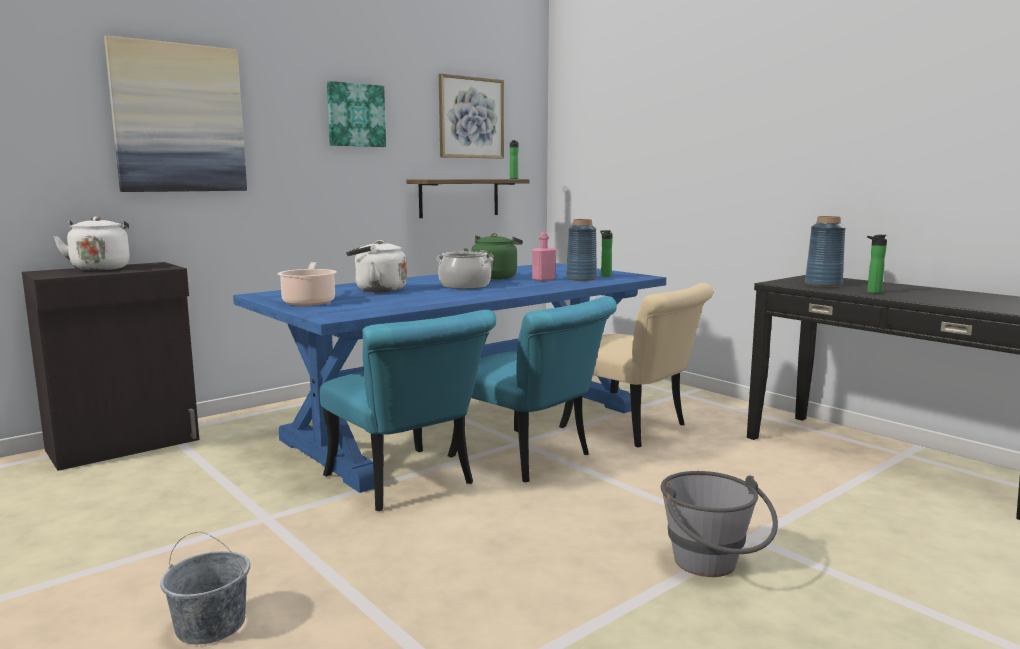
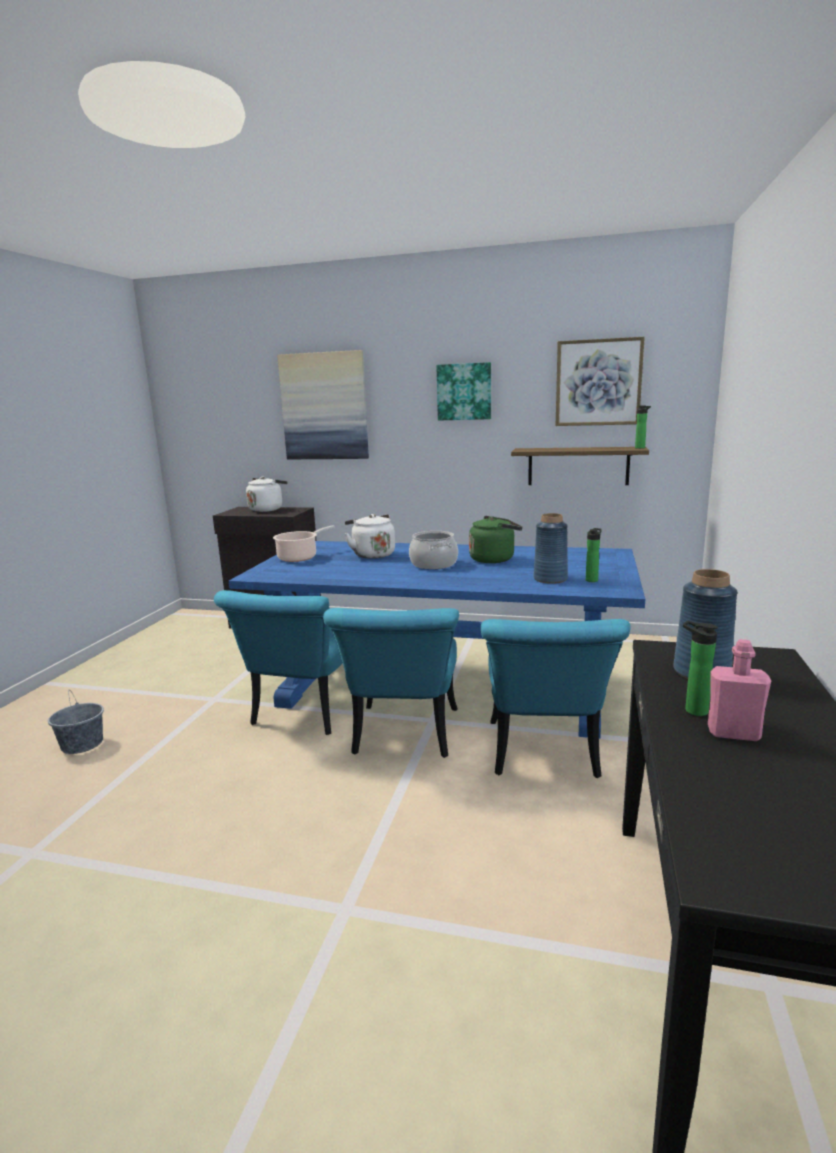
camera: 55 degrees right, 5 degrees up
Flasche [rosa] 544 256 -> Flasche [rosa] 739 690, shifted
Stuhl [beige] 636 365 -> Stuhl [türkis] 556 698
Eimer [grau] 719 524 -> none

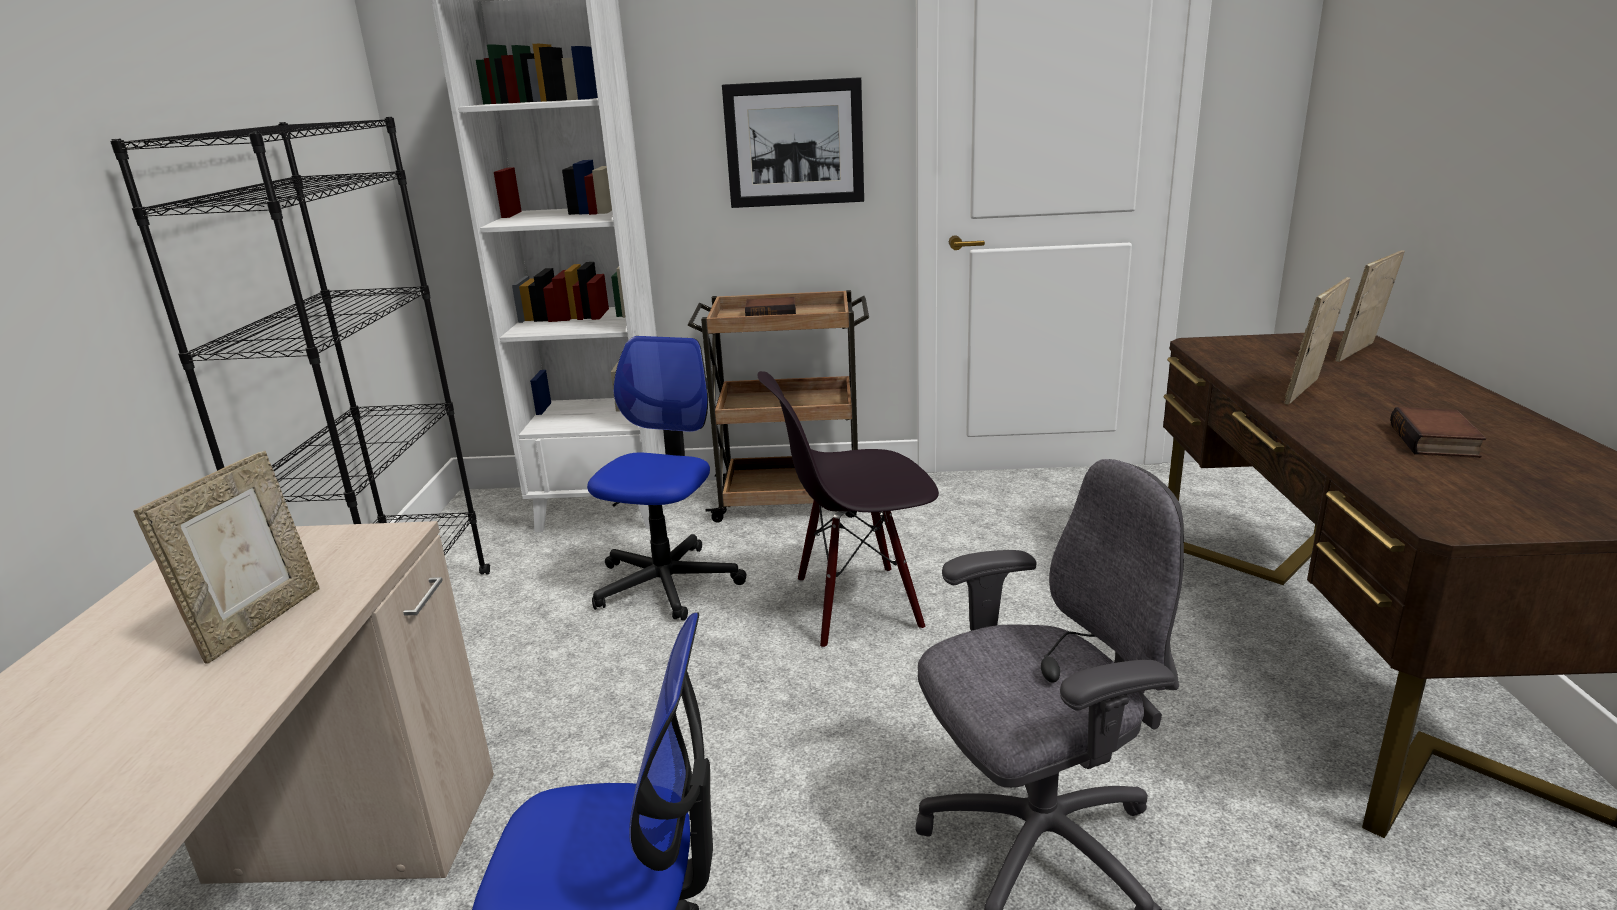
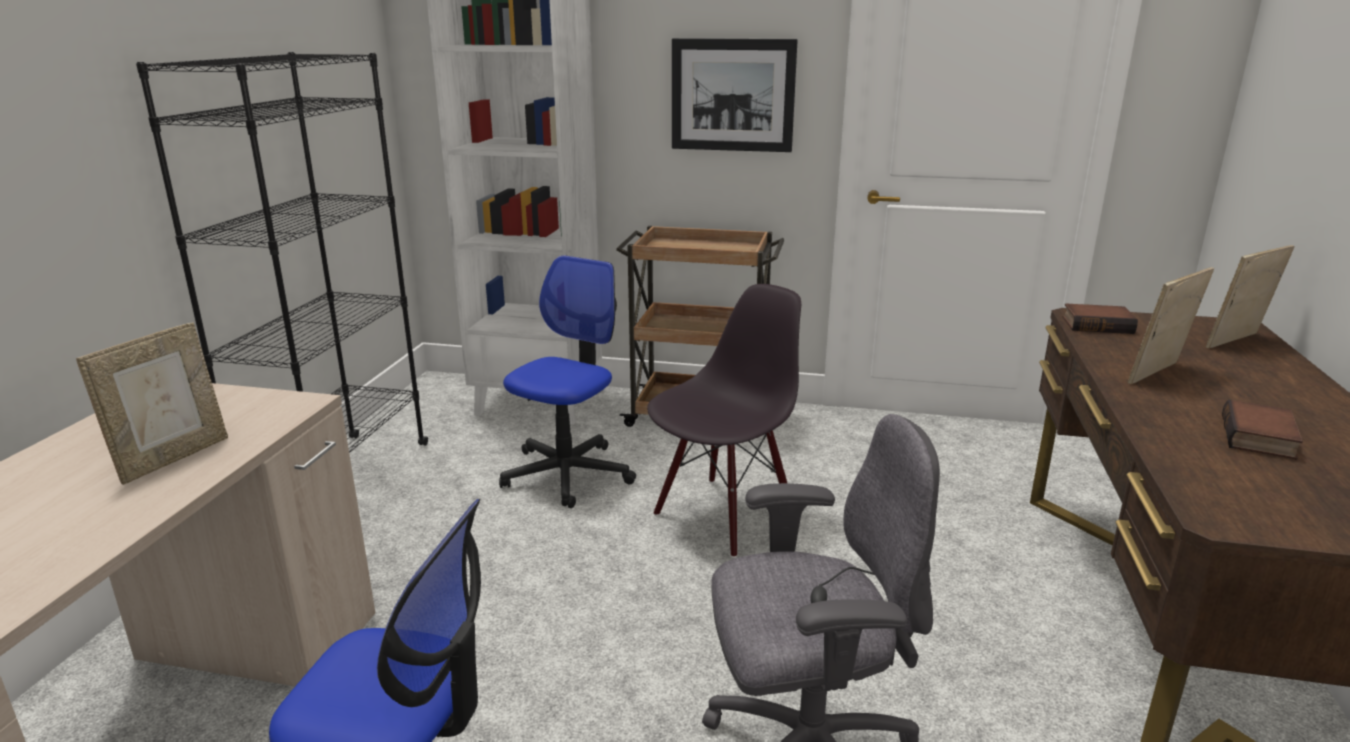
camera: 10 degrees right, 0 degrees up
Buch 770 306 -> Buch 1100 319, shifted
Stuhl [schwarz] 848 510 -> Stuhl [schwarz] 724 421, 135 degrees clockwise

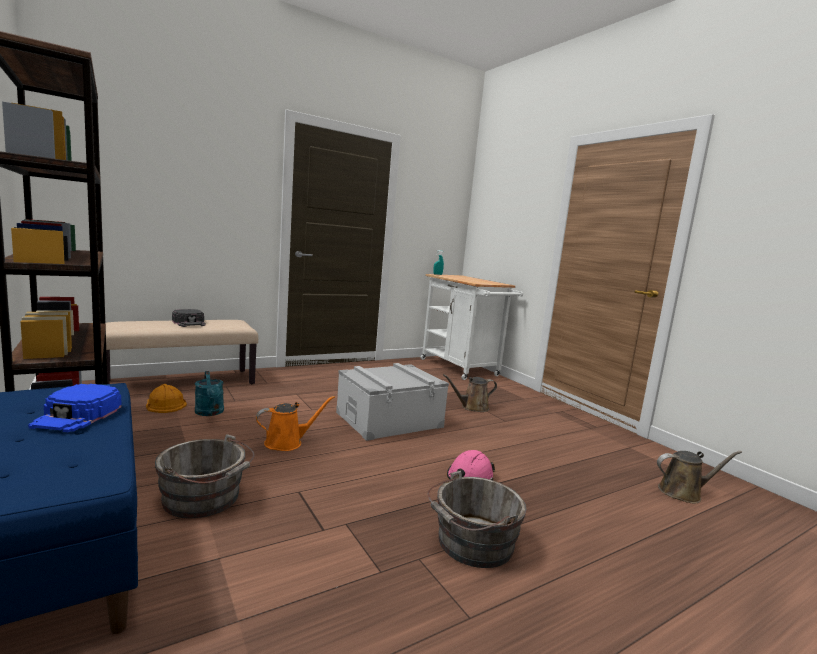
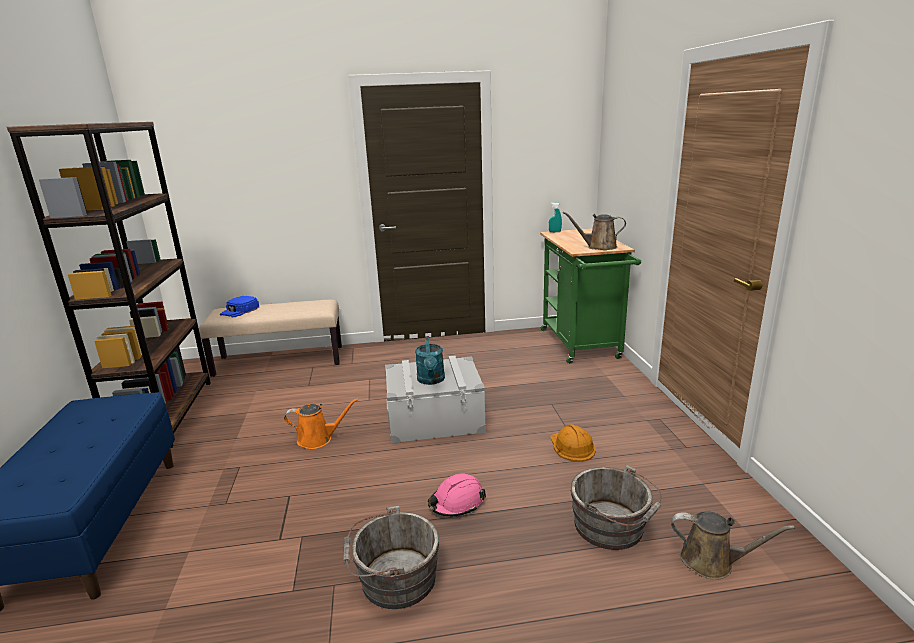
camera: 25 degrees right, 10 degrees up
Rollwagen [weiß] 471 327 -> Rollwagen [grün] 590 296
Kappe [schwarz] 189 318 -> none
Gießkanne [türkis] 209 393 -> Gießkanne [türkis] 430 360, shifted
Gießkanne [braun] 470 393 -> Gießkanne [braun] 594 231, shifted
Kappe [blau] 75 408 -> Kappe [blau] 239 306, shifted
Schutzhelm [orange] 166 398 -> Schutzhelm [orange] 573 443, shifted
Eimer [grau] 205 476 -> Eimer [grau] 615 507, shifted

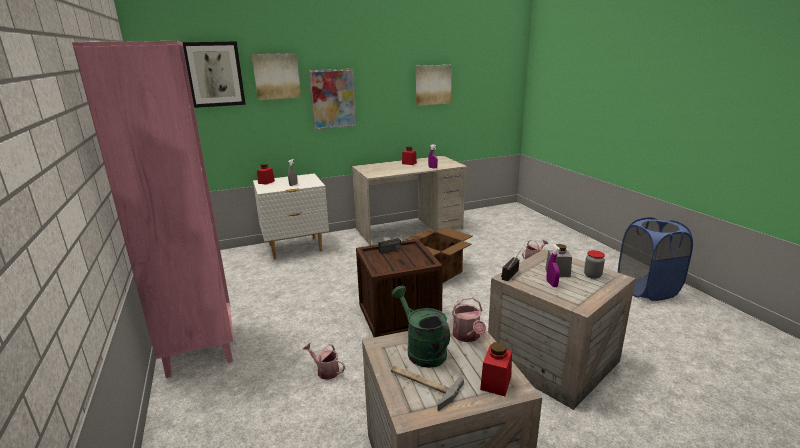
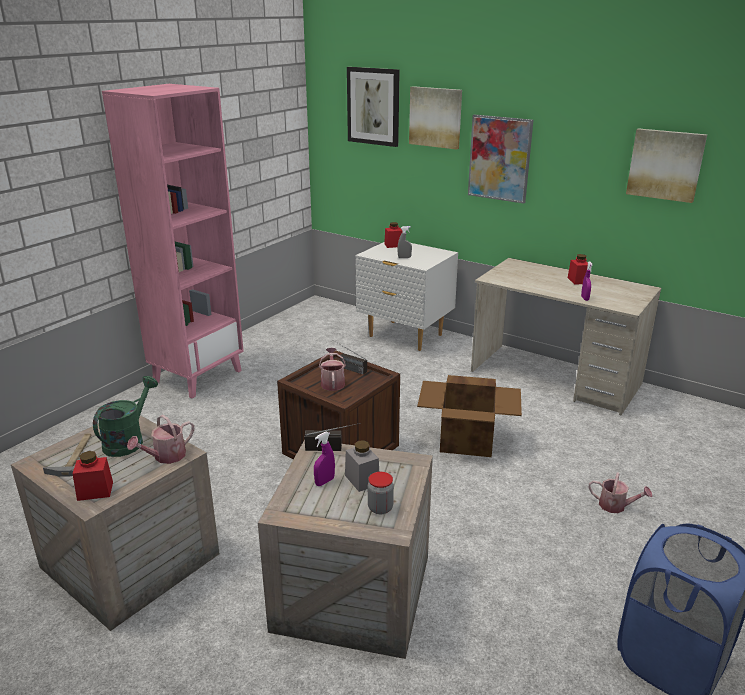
camera: 55 degrees right, 5 degrees up
Gießkanne 324 361 -> Gießkanne 332 369, shifted

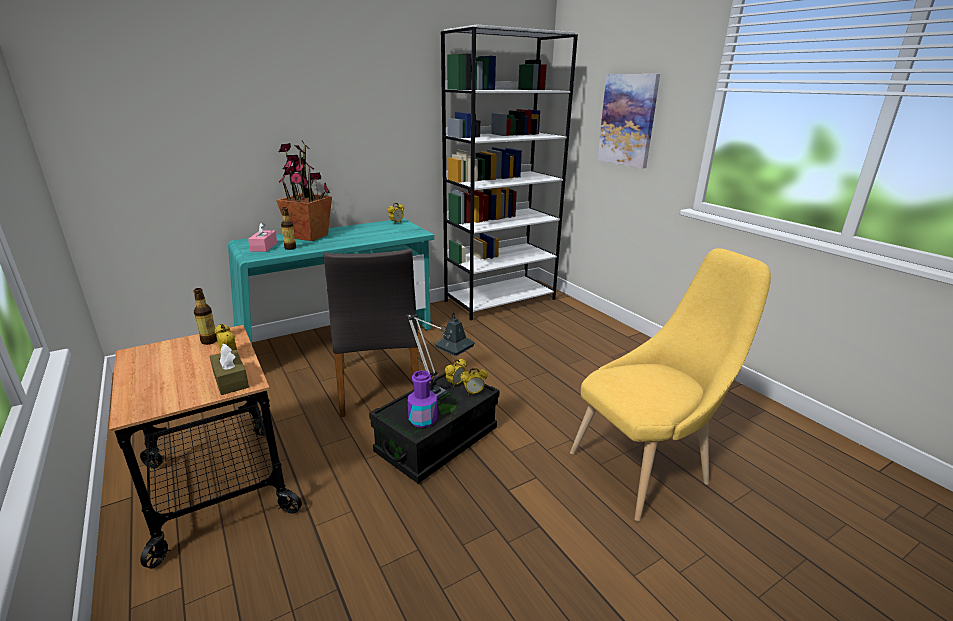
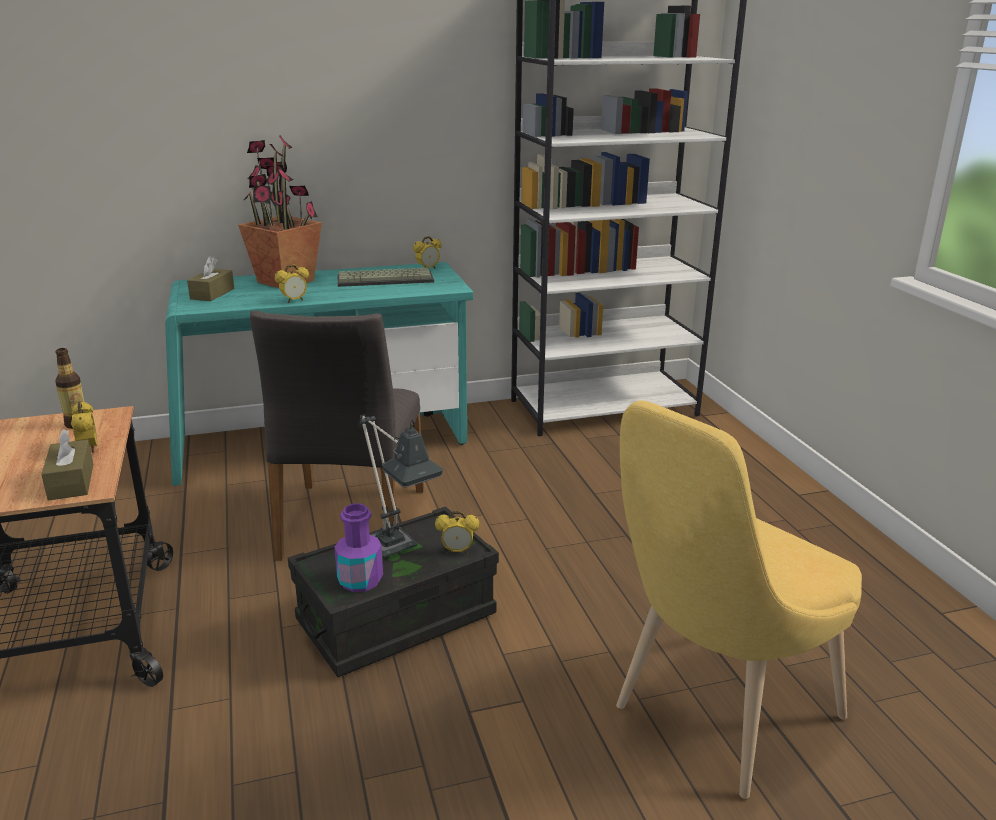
camera: 15 degrees right, 0 degrees up
Bild 628 121 -> none
Flasche 288 228 -> none
Taschentuchbox [rosa] 262 237 -> Taschentuchbox [braun] 210 278
Stuhl [gelb] 670 384 -> Stuhl [gelb] 739 600, 150 degrees clockwise
Wecker 456 373 -> Wecker 292 283, shifted
none -> Tastatur 385 277

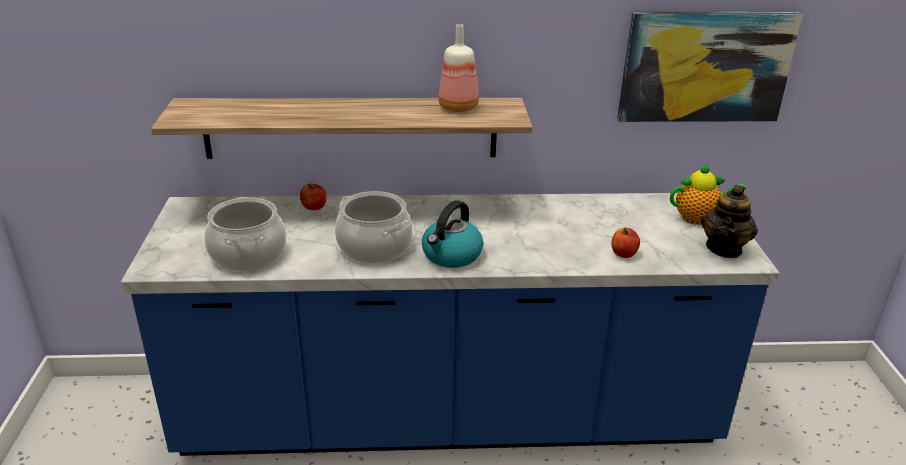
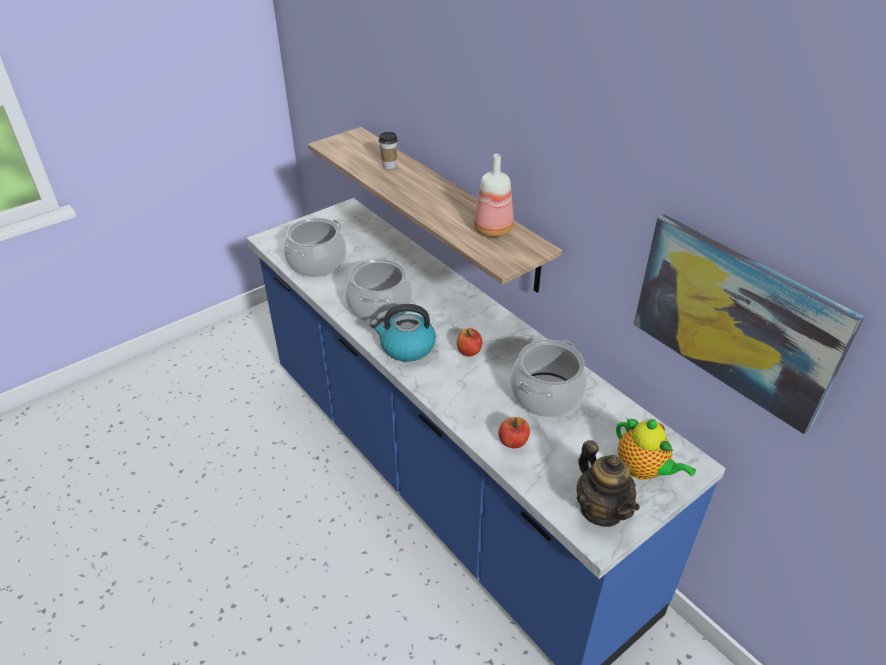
camera: 55 degrees right, 10 degrees up
Apfel 313 196 -> Apfel 470 342, shifted
Teekanne 729 221 -> Teekanne 608 483, 105 degrees counterclockwise
none -> Tasse 388 150
none -> Kochtopf 549 378

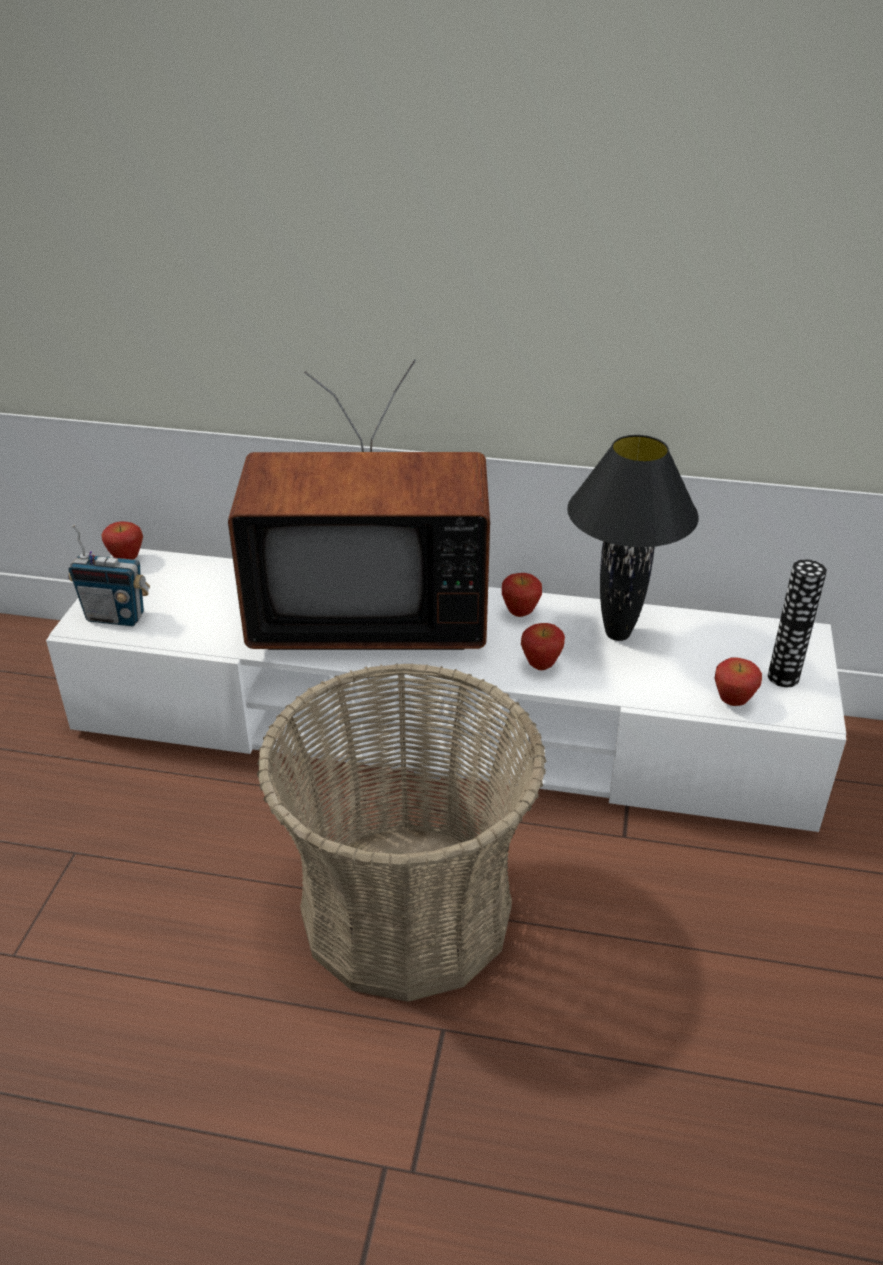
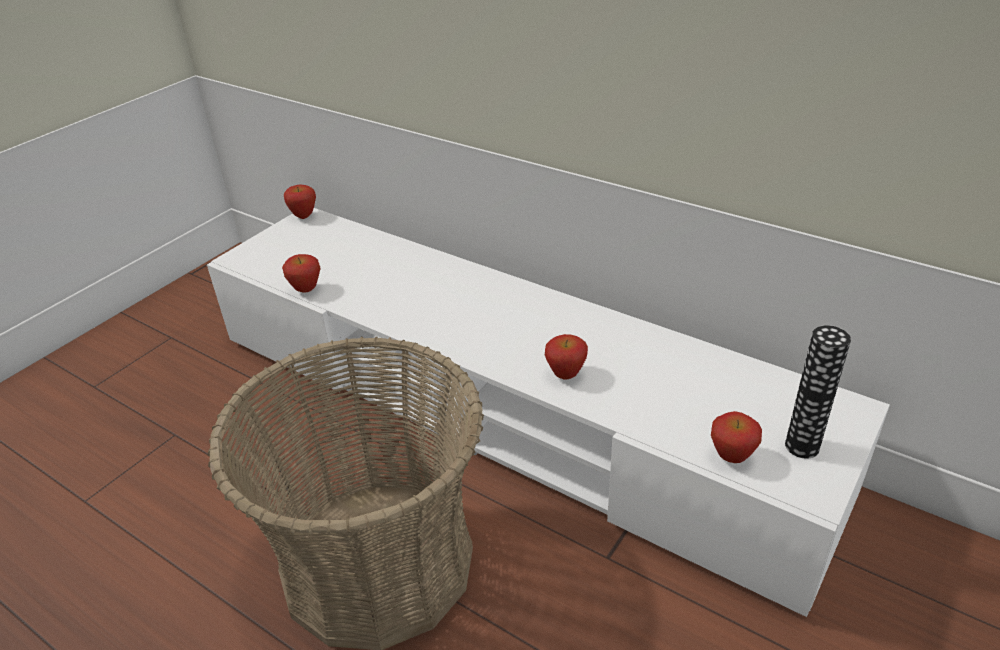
camera: 25 degrees right, 0 degrees up
Fernseher 359 504 -> none
Tischlampe [schwarz] 633 538 -> none
Radio 109 575 -> none
Apfel 522 595 -> Apfel 301 273, shifted

